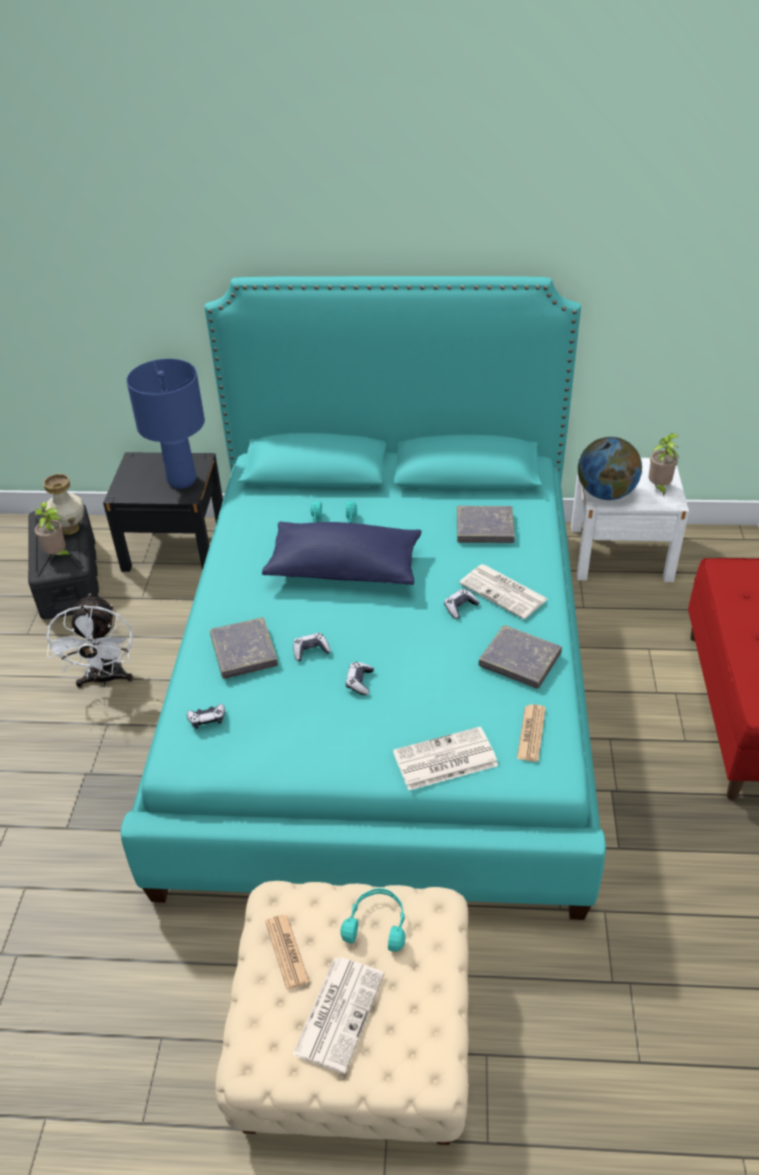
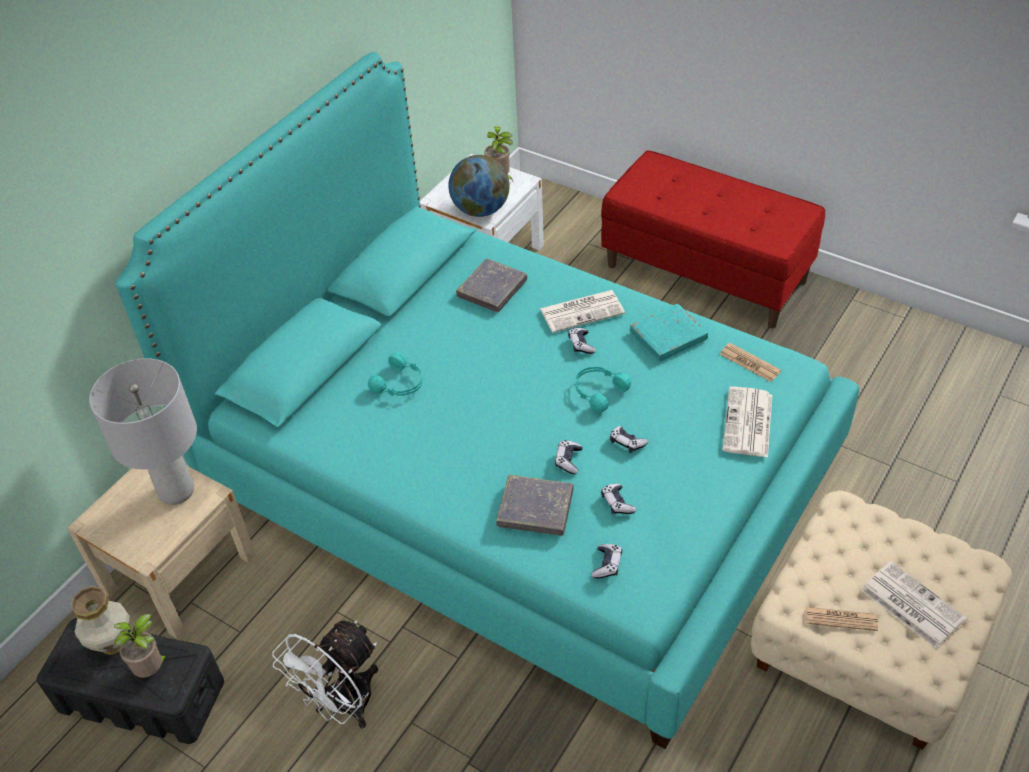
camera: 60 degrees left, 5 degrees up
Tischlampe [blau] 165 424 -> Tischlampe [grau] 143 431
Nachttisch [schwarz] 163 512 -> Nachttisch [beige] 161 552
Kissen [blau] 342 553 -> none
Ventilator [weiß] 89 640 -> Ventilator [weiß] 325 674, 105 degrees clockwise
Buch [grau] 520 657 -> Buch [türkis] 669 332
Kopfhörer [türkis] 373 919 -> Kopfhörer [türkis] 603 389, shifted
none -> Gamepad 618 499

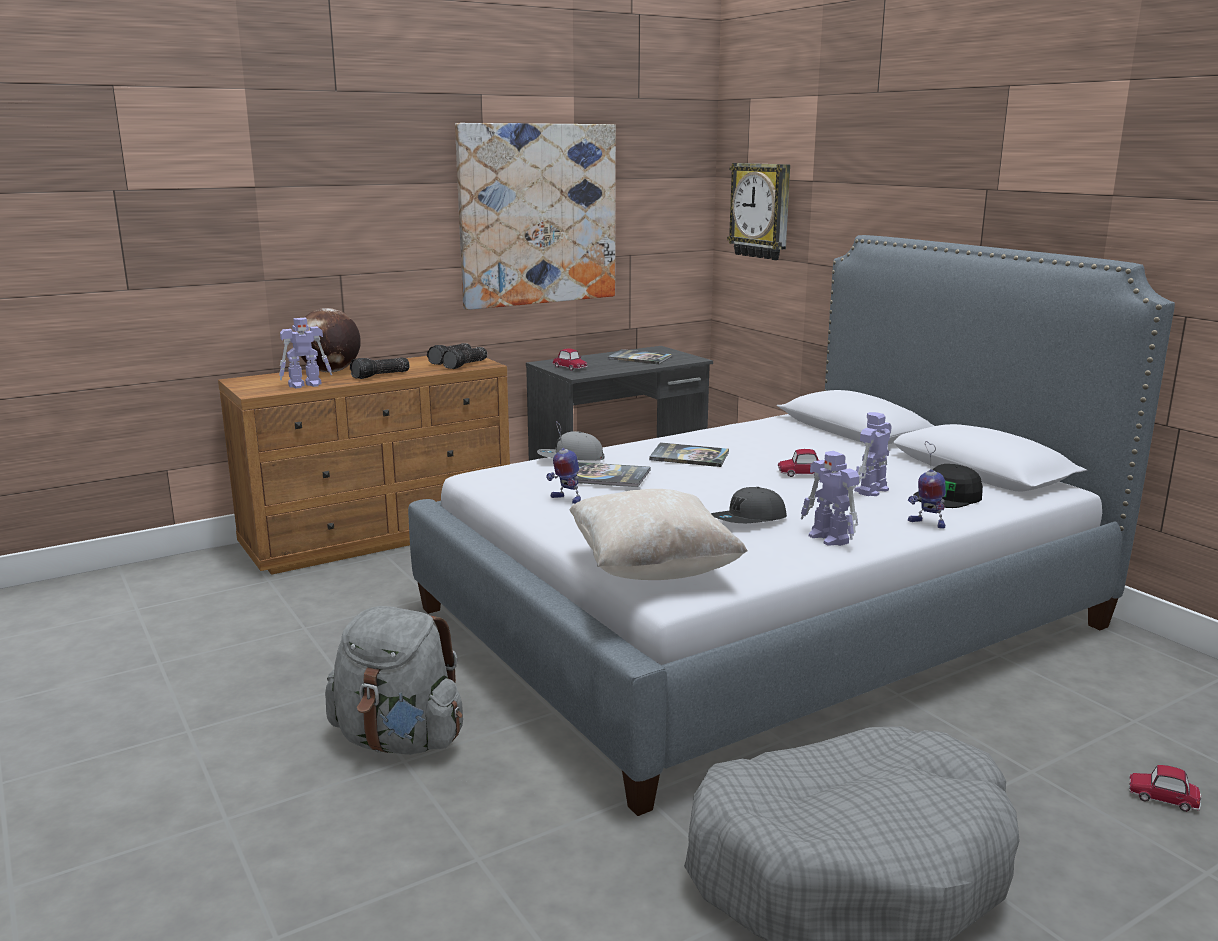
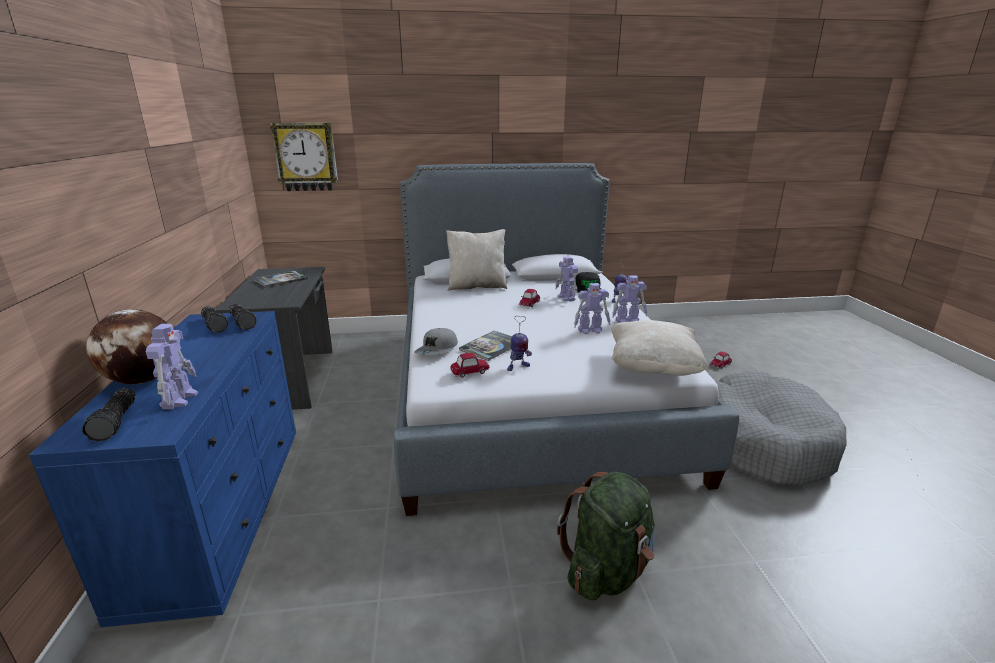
camera: 65 degrees left, 5 degrees up
Bild 535 216 -> none
Spielzeugauto 569 360 -> Spielzeugauto 470 365, shifted
Kommode [braun] 364 465 -> Kommode [blau] 162 469
Taschenlampe 380 368 -> Taschenlampe 109 414, shifted
Buch 689 454 -> none
Kappe [grau] 749 505 -> Spielzeugroboter 592 308
Rucksack [grau] 394 680 -> Rucksack [grün] 606 536
none -> Kissen [beige] 476 260

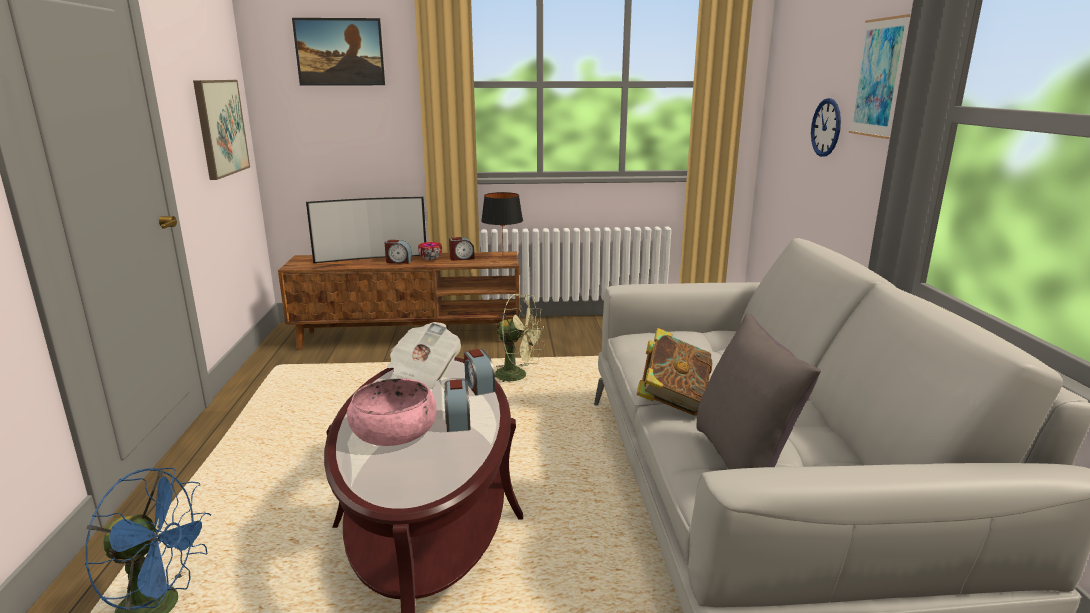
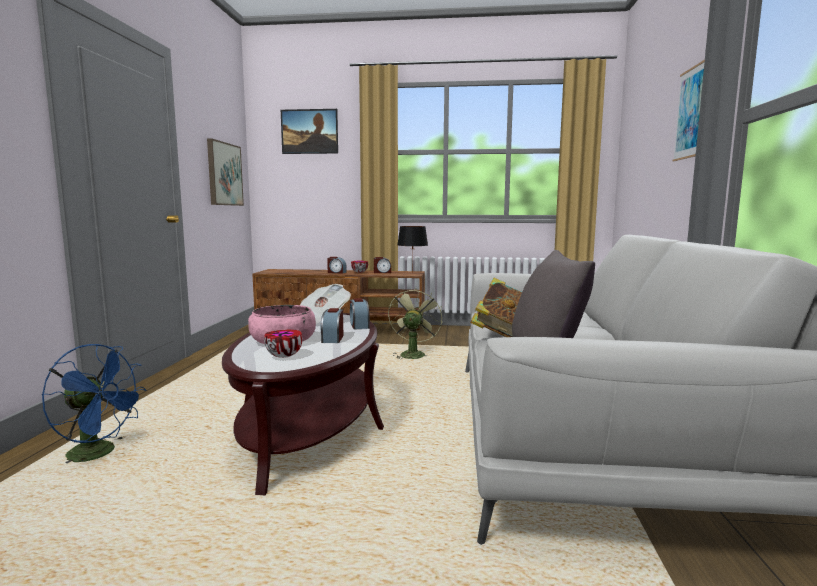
camera: 10 degrees right, 10 degrees down
Wanduhr 826 127 -> none
Fernseher 366 230 -> none
Ventilator [grün] 520 338 -> Ventilator [grün] 415 323, 105 degrees counterclockwise
none -> Schüssel 283 344

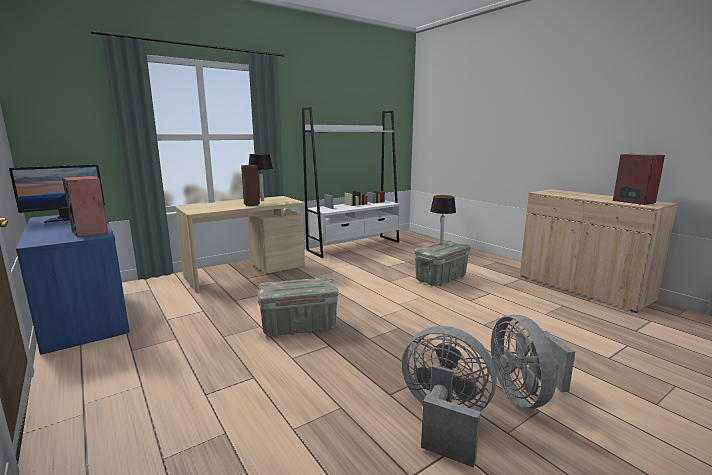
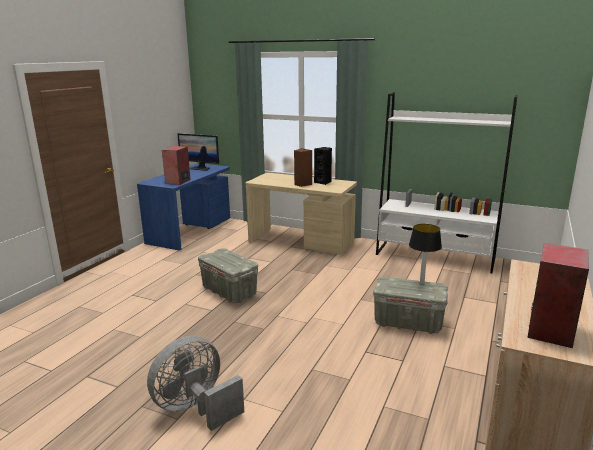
camera: 60 degrees right, 5 degrees up
Tischlampe 261 177 -> Lautsprecher [schwarz] 323 166
Ventilator [grau] 449 397 -> none

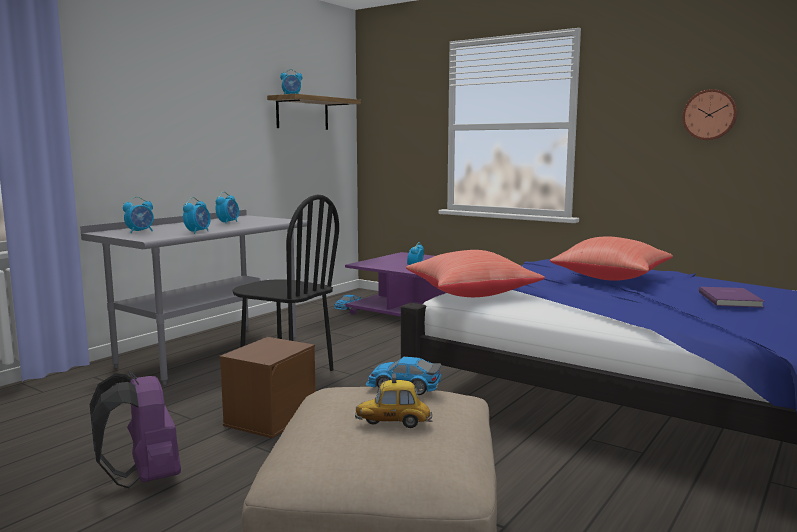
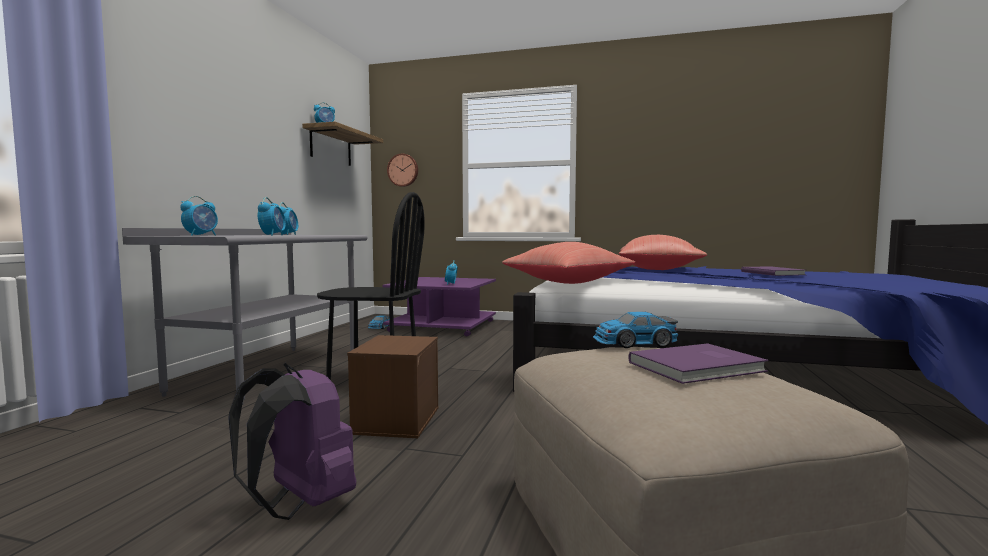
camera: 20 degrees left, 5 degrees down
Wanduhr 710 114 -> Wanduhr 402 170, shifted
Spielzeugauto 393 400 -> Buch [lila] 698 363

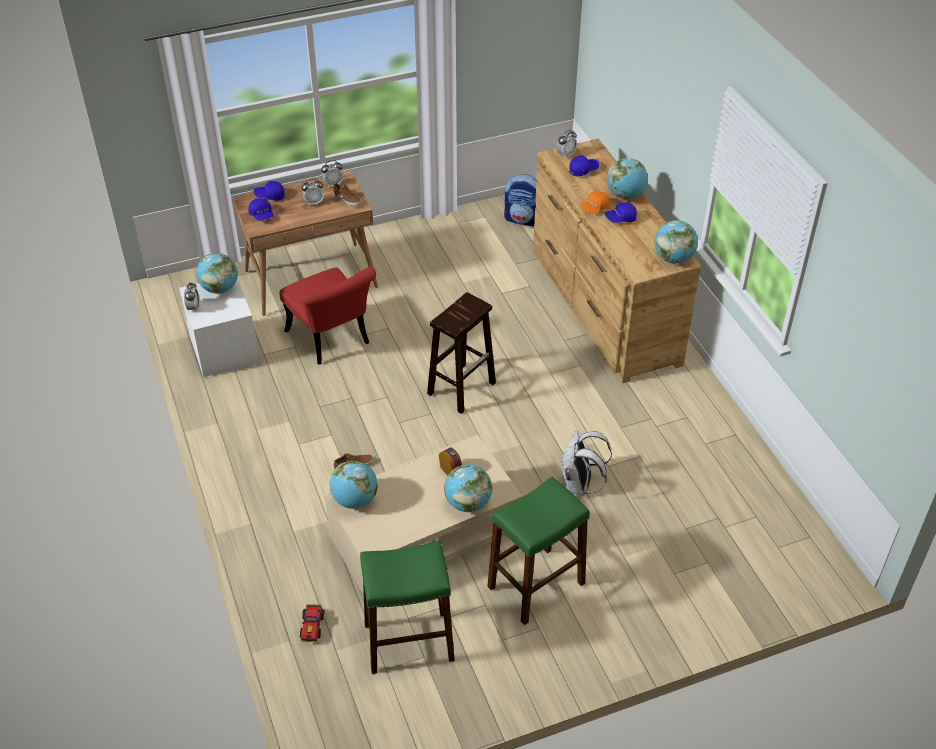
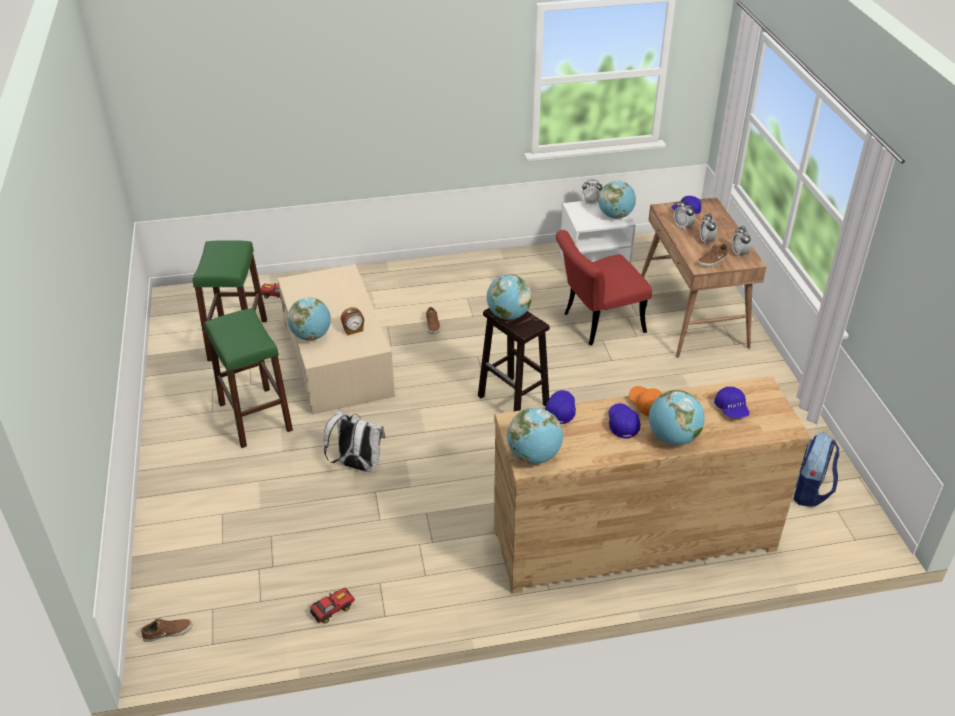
camera: 100 degrees right, 5 degrees down
Wecker 566 144 -> Wecker 684 215, shifted
Kappe [blau] 269 191 -> Kappe [blau] 560 407, shifted
Globus 354 485 -> Globus 509 297, shifted
none -> Spielzeugauto 332 605
none -> Schuh [braun] 166 630

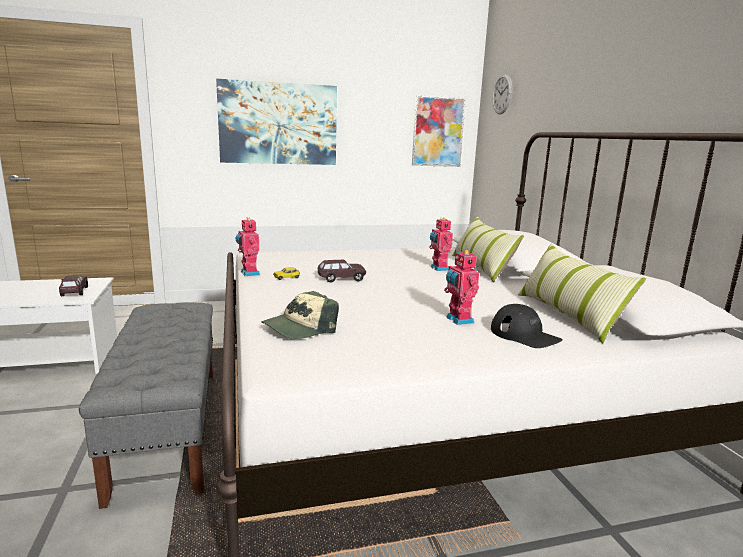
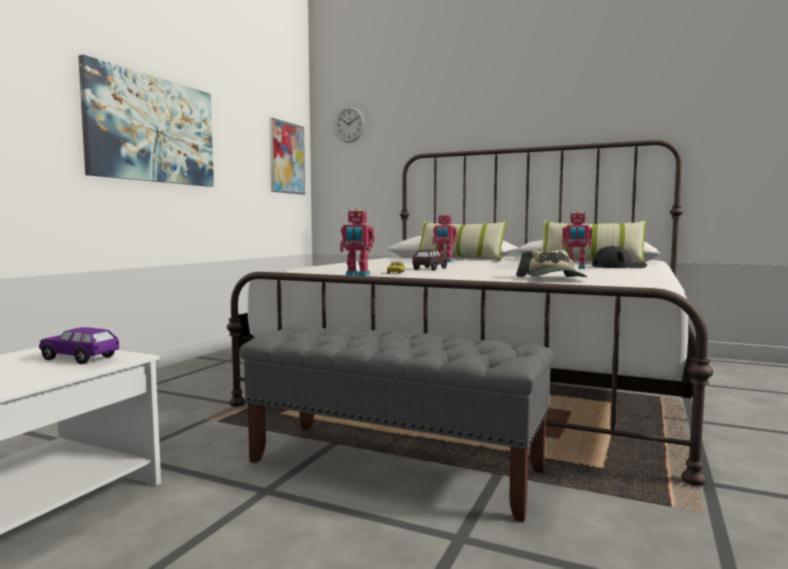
camera: 50 degrees left, 10 degrees down
Spielzeugauto [braun] 73 285 -> Spielzeugauto [lila] 79 345

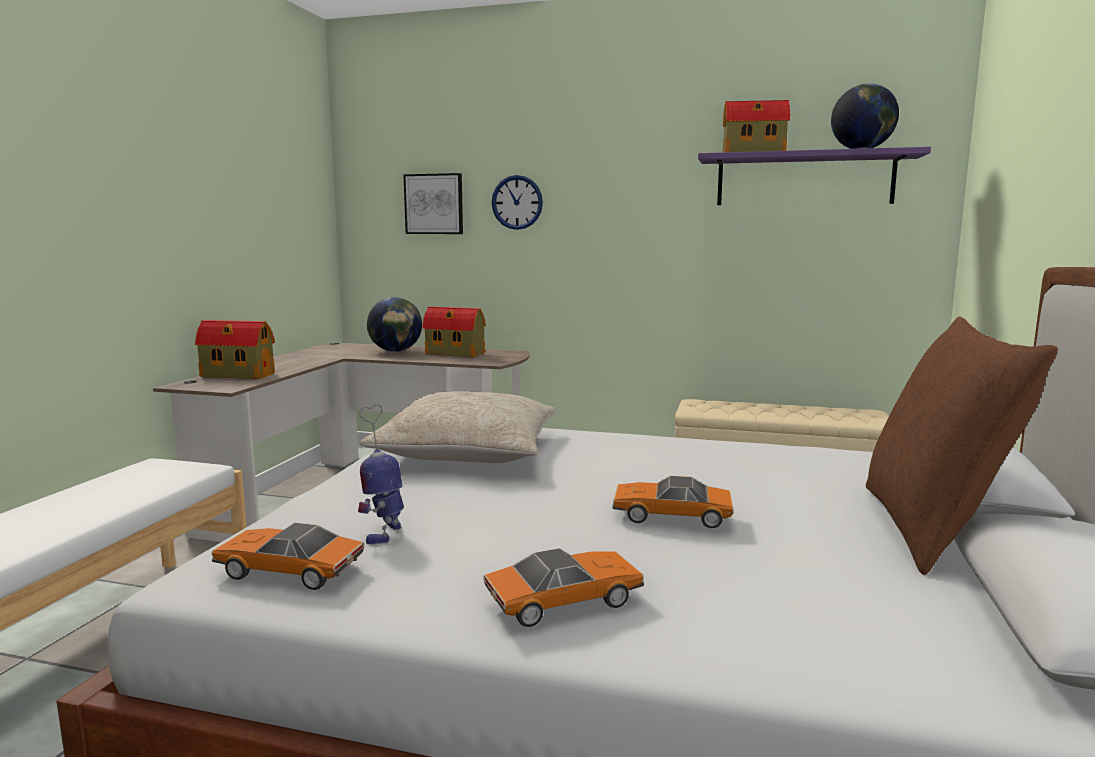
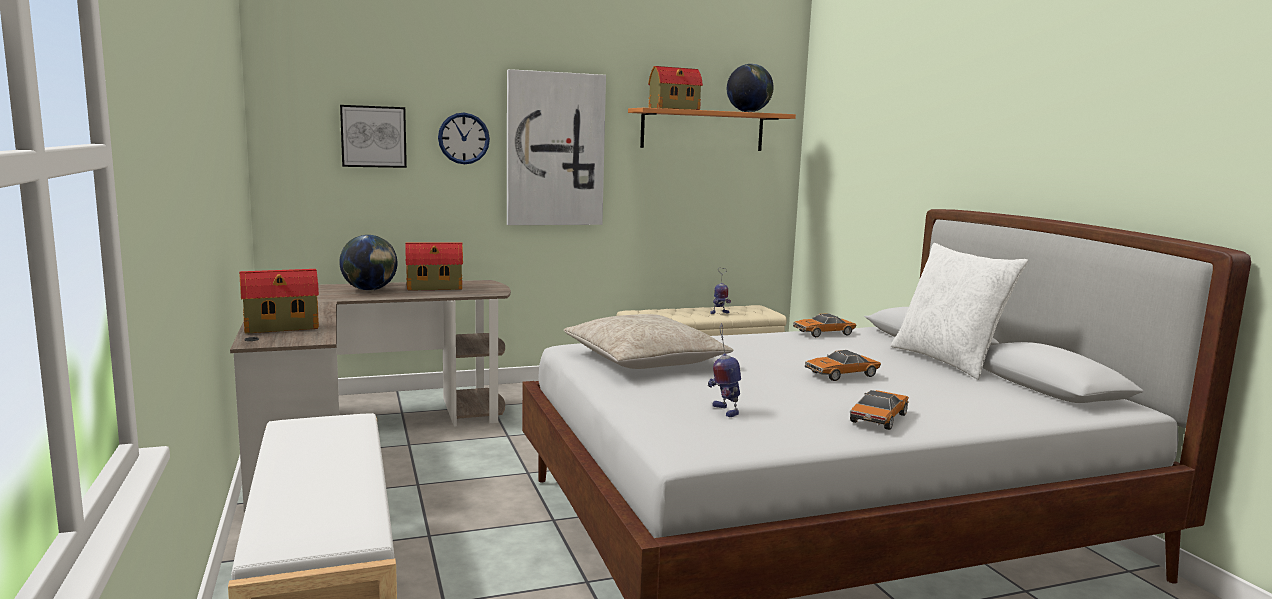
camera: 35 degrees left, 0 degrees up
Wandregal [lila] 814 176 -> Wandregal [orange] 712 129
Kissen [braun] 962 446 -> Kissen [weiß] 959 311
Spielzeugauto 288 556 -> Spielzeugauto 824 325, shifted
none -> Bild 556 147
none -> Spielzeugroboter 720 291

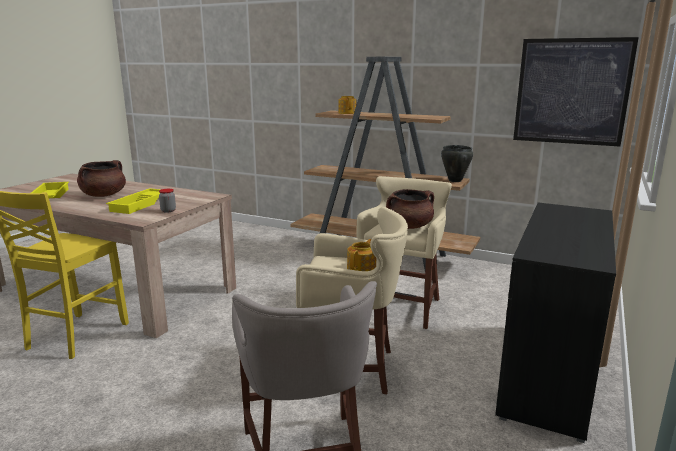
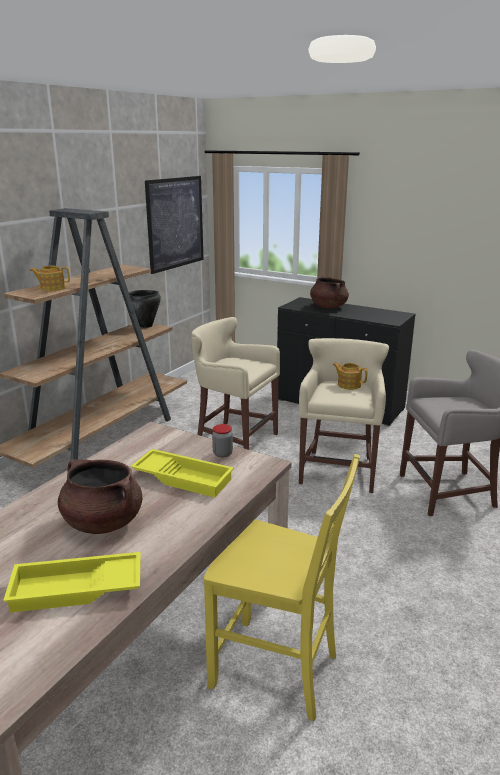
camera: 85 degrees left, 5 degrees up
Kochtopf [braun] 410 209 -> Kochtopf [braun] 329 292, shifted

